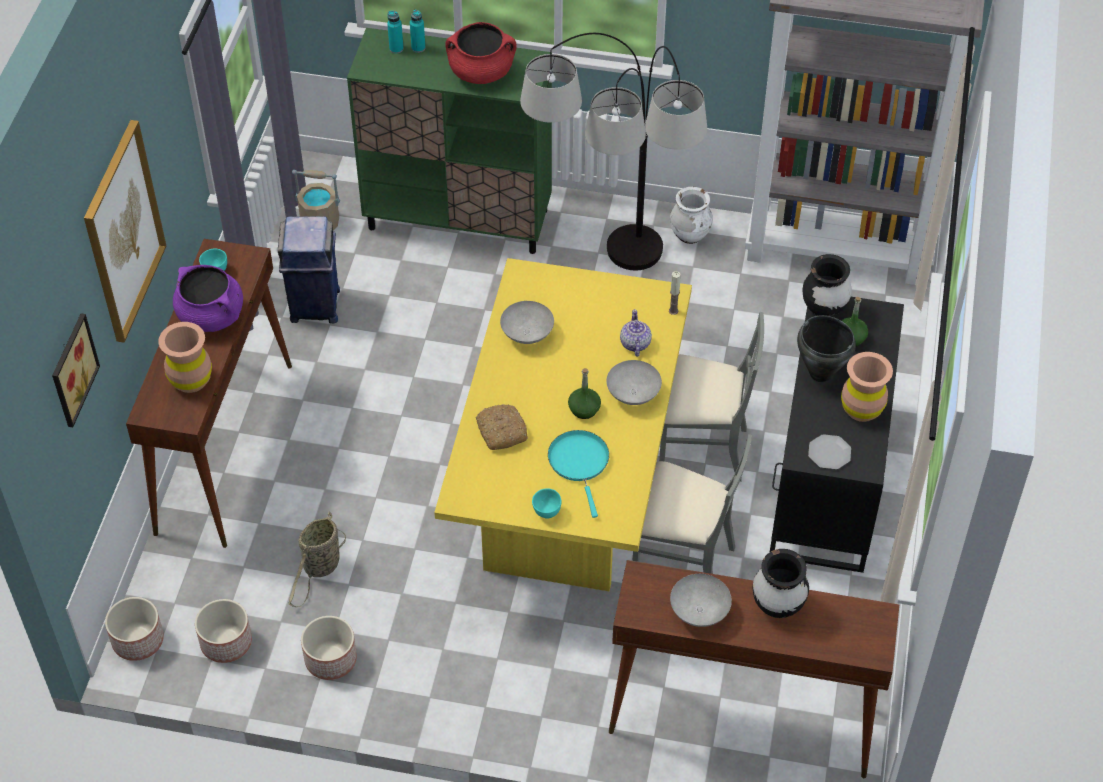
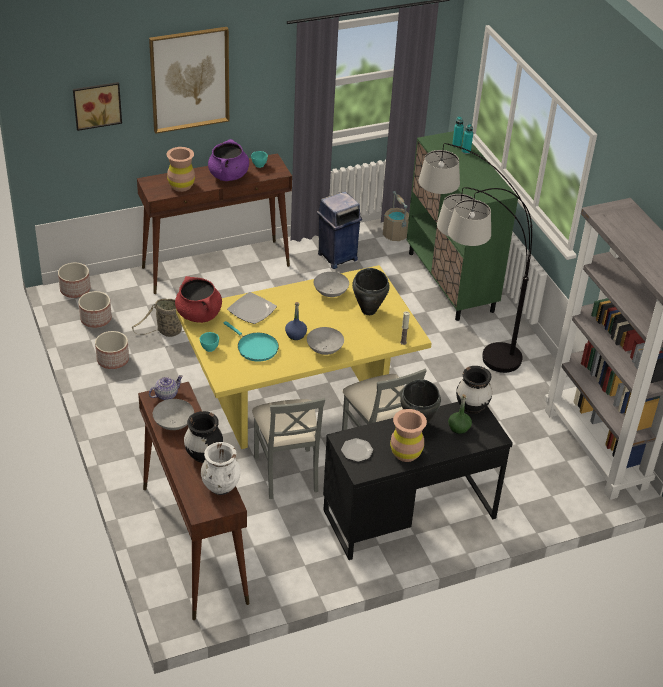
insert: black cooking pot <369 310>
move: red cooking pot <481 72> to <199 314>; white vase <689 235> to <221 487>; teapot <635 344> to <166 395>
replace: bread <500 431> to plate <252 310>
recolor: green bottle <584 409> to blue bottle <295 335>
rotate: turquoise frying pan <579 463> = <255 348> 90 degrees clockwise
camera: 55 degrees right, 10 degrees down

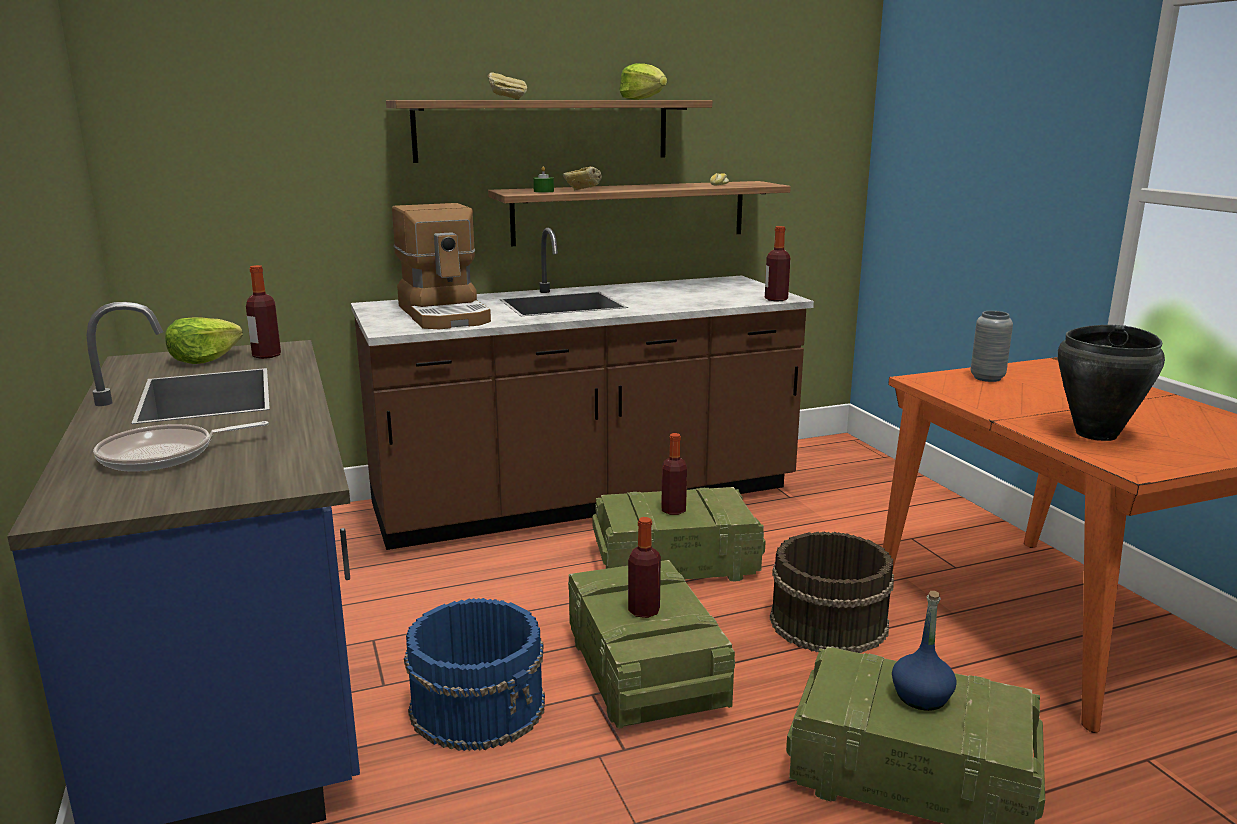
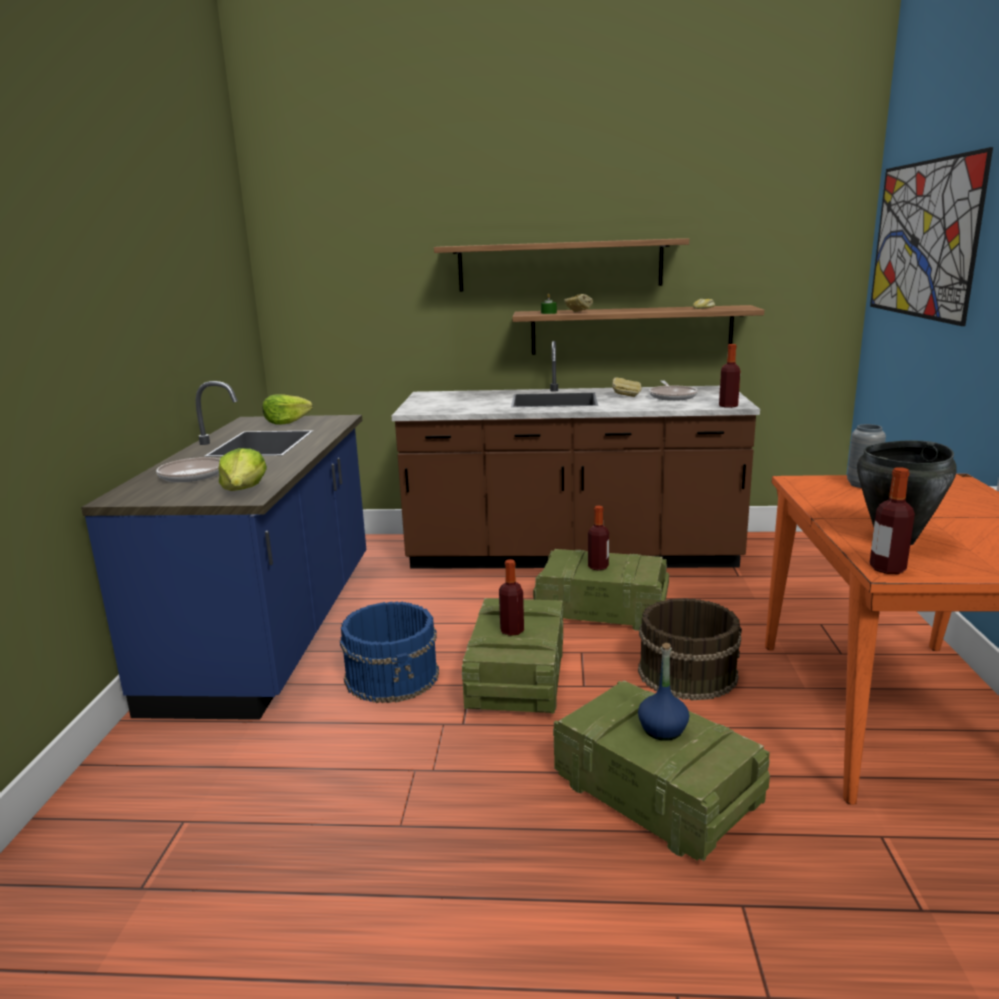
delete: coffee machine <445 314>
insert: picture <923 239>; frying pan <672 396>
move: lettuce <643 99> to <244 489>; bread <507 99> to <626 396>; bottle <266 355> to <887 569>
camera: 25 degrees right, 0 degrees up

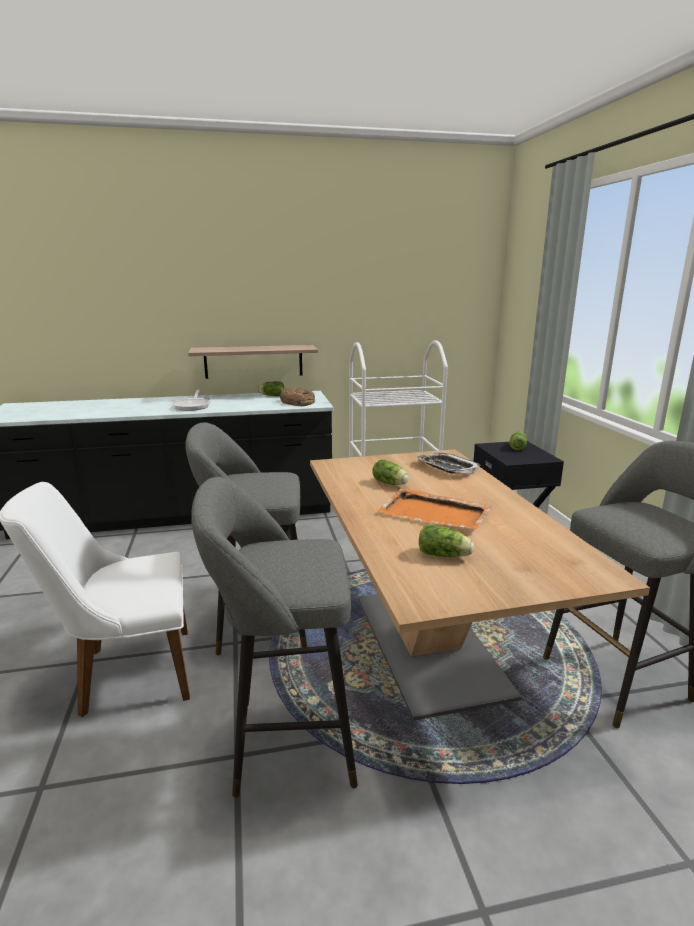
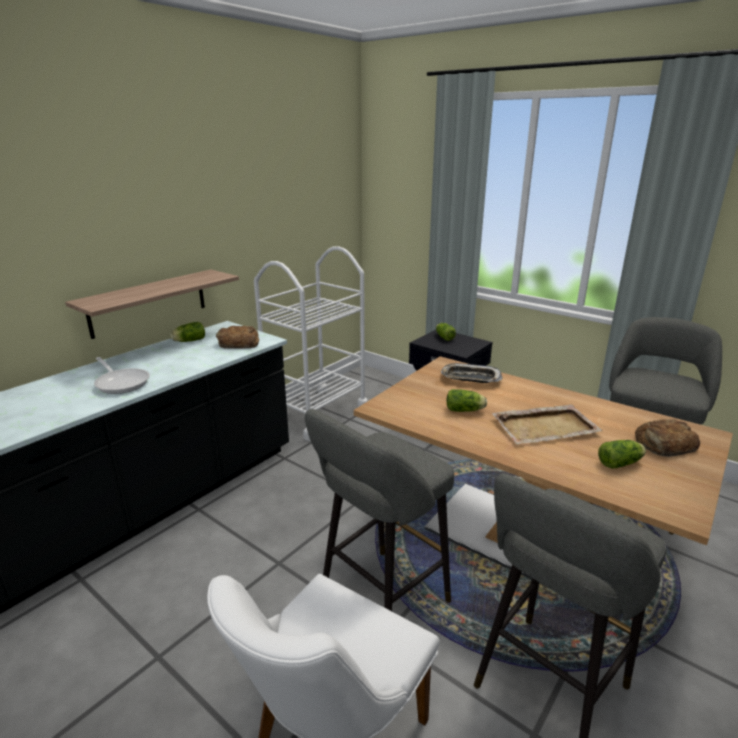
insert: bread <664 444>
recolor: orange tray <435 513> to beige tray <546 427>
camera: 40 degrees left, 5 degrees up

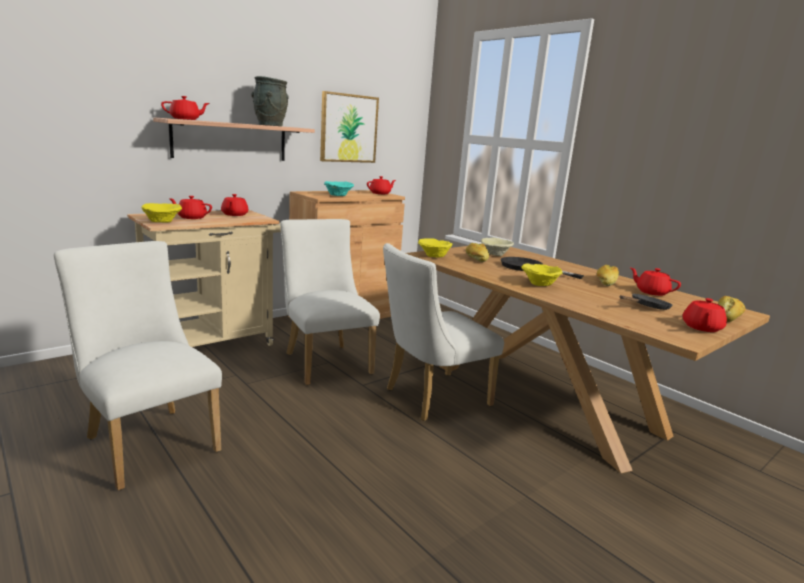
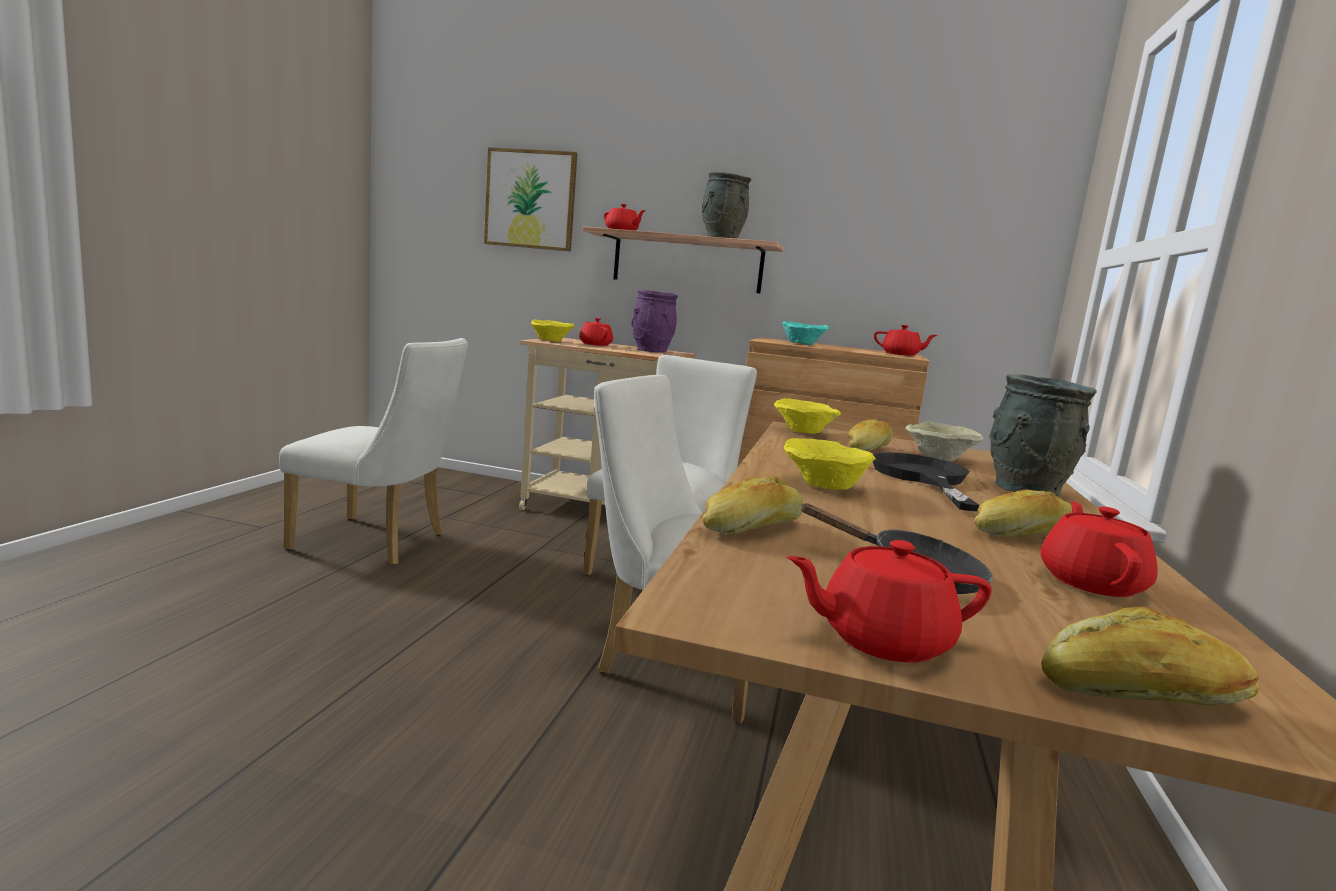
insert: grey vase <1024 489>; bread <752 527>
move: picture <348 128> to <530 200>
replace: red teapot <234 215> to purple vase <650 351>
rotate: white chair <148 441> = <379 543> 90 degrees clockwise
camera: 55 degrees right, 5 degrees down

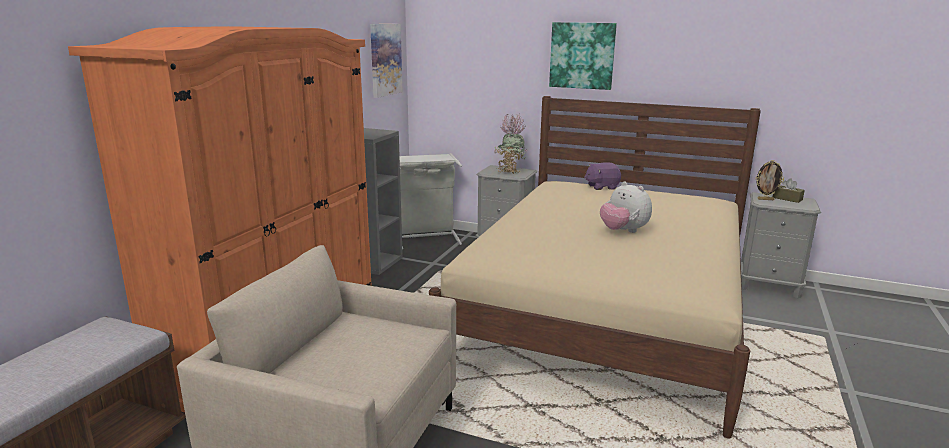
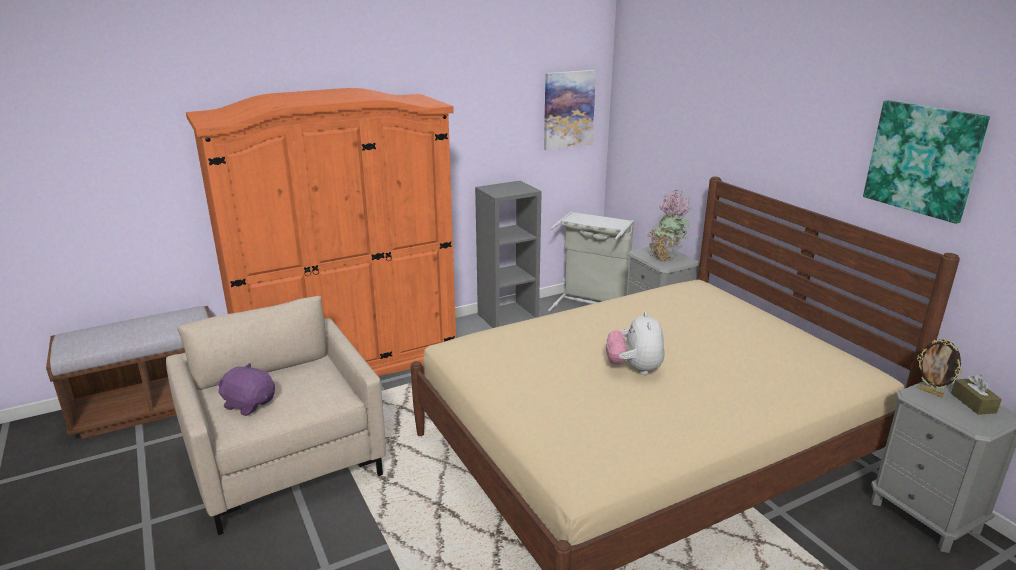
move: picture <582 55> to <923 159>; purple plush toy <601 187> to <249 404>
camera: 40 degrees right, 5 degrees up

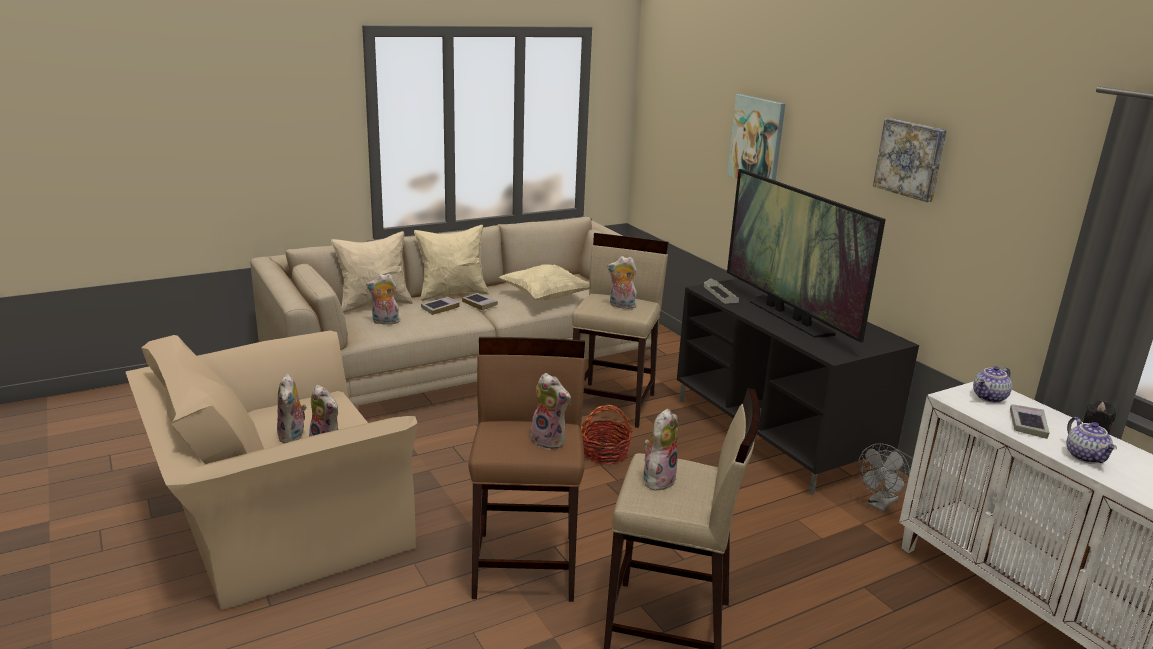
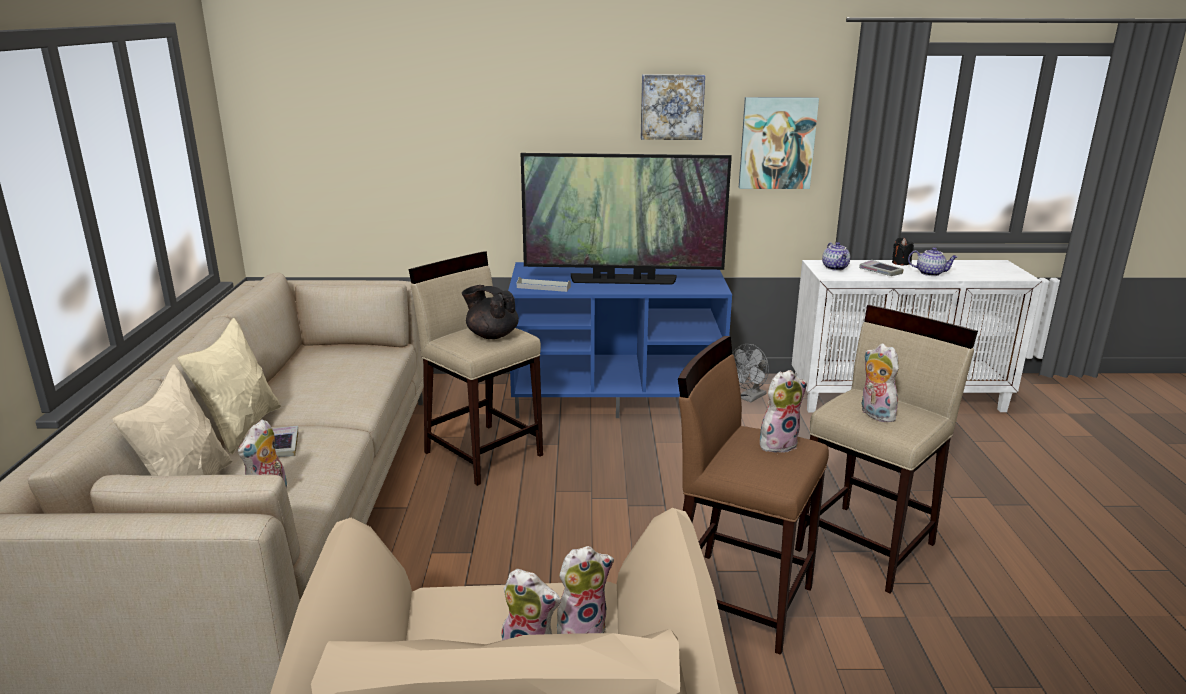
delete: beige pillow <545 297>; book <479 304>; basket <605 453>
move: picture <757 141> to <777 143>
replace: plush toy <621 306> to black teapot <492 335>
recolor: black tv stand <779 433> to blue tv stand <617 396>
rotate: grey fan <879 504> = <749 398> 60 degrees clockwise
camera: 60 degrees left, 0 degrees up

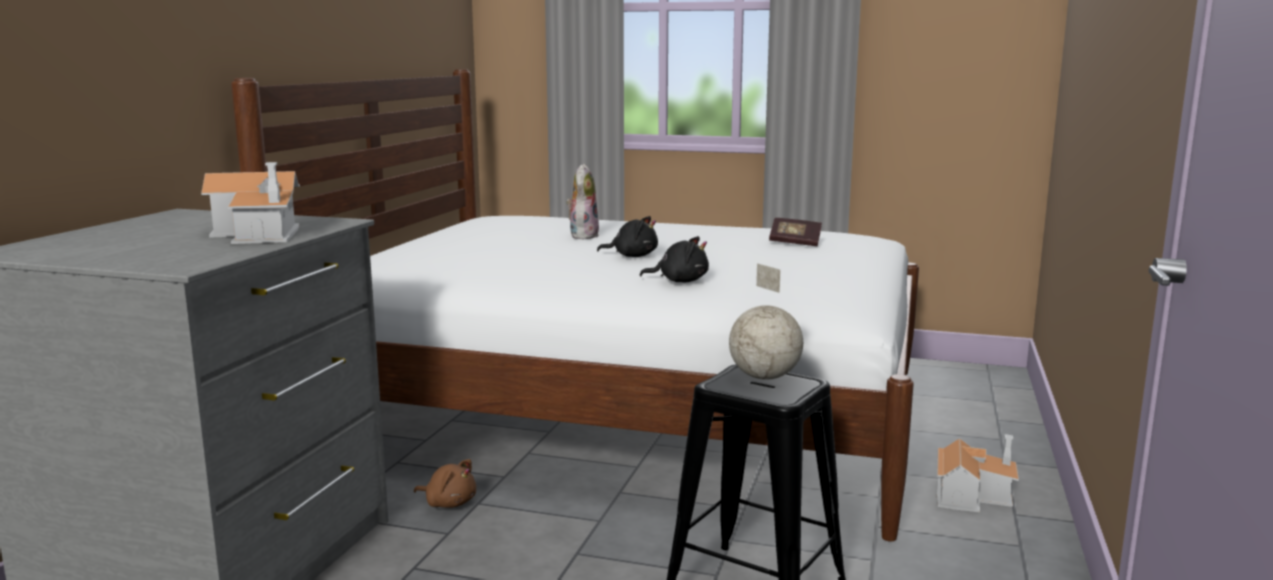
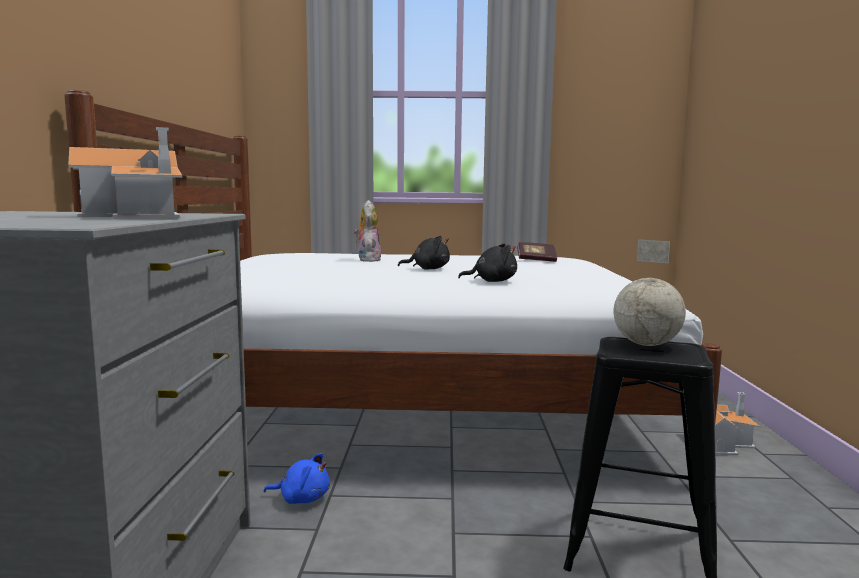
recolor: brown plush toy <449 503> to blue plush toy <302 498>
camera: 15 degrees left, 5 degrees down

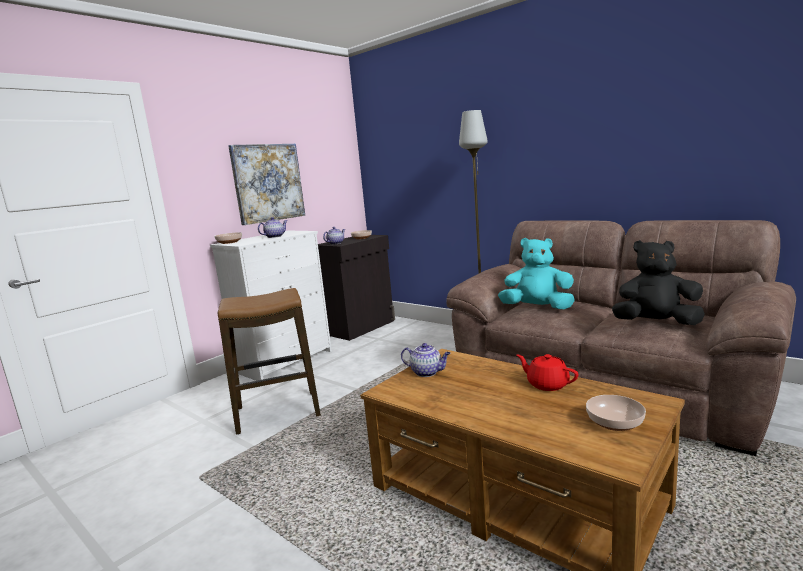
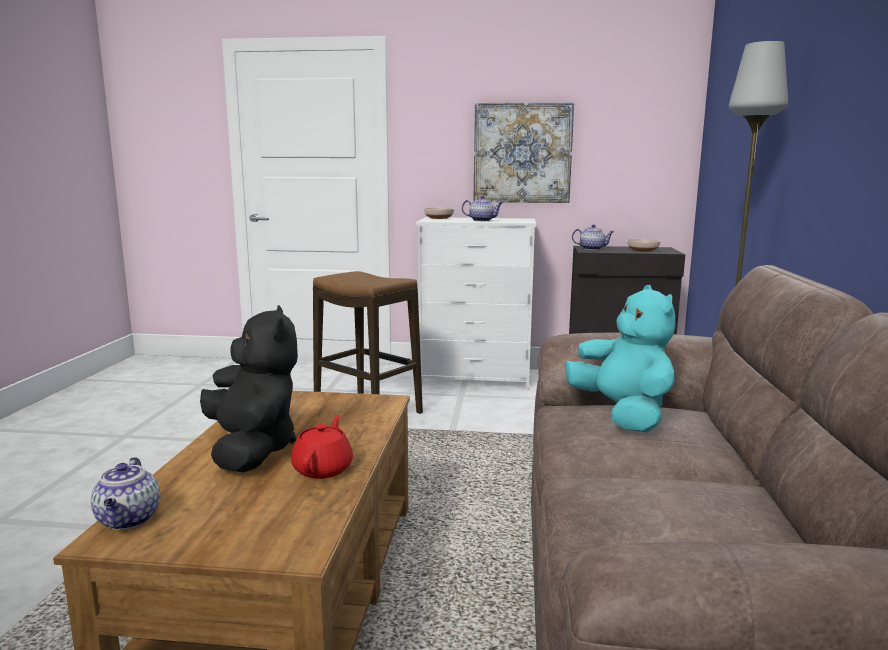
delete: bowl <615 423>
move: black plush toy <656 323> to <252 449>; teapot <427 372> to <129 520>
camera: 55 degrees right, 0 degrees up

